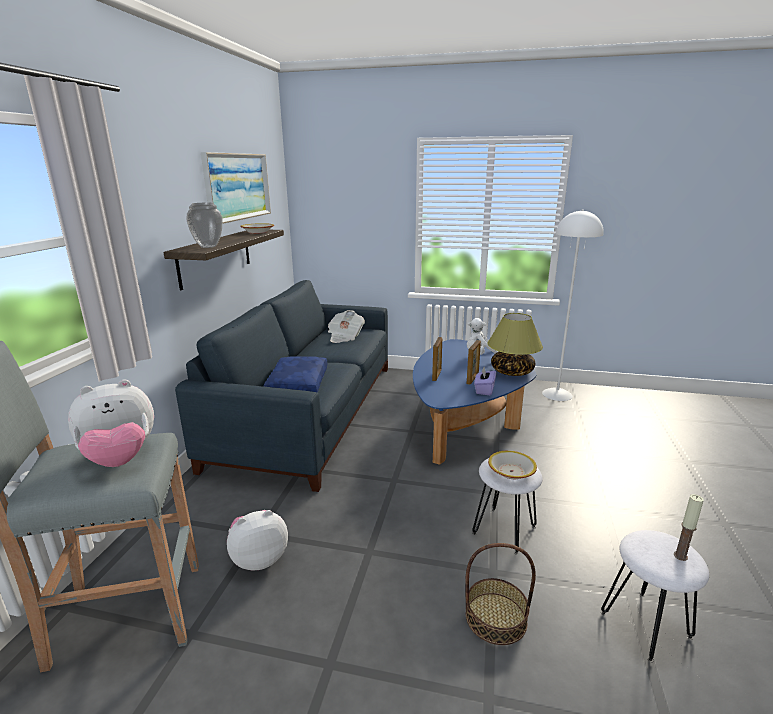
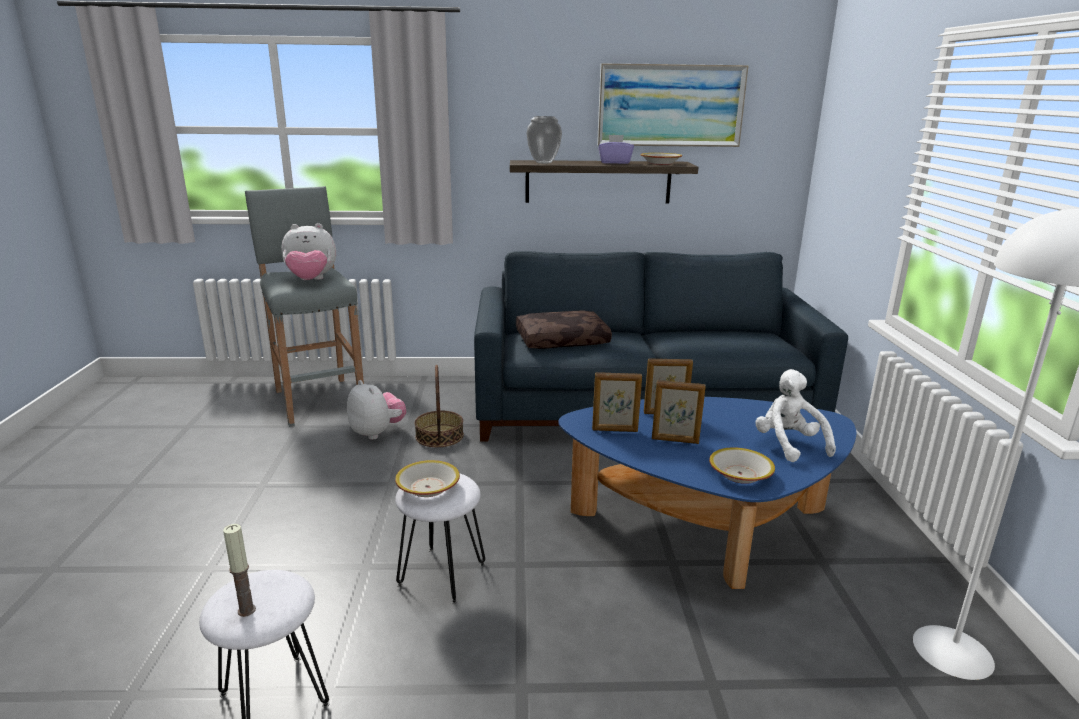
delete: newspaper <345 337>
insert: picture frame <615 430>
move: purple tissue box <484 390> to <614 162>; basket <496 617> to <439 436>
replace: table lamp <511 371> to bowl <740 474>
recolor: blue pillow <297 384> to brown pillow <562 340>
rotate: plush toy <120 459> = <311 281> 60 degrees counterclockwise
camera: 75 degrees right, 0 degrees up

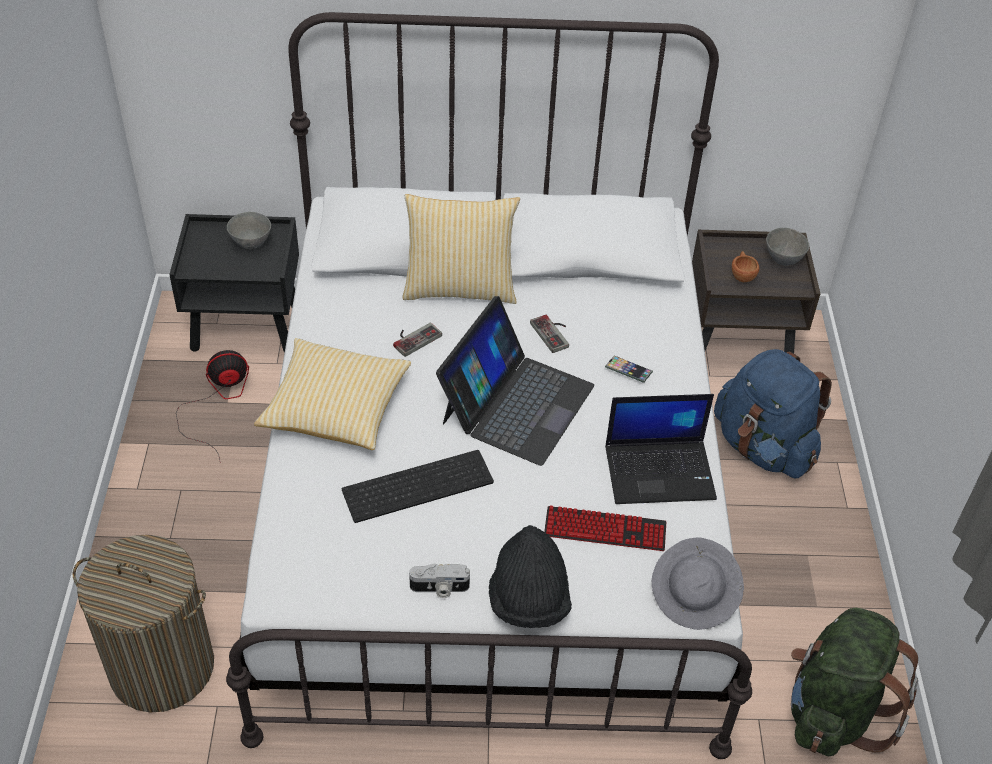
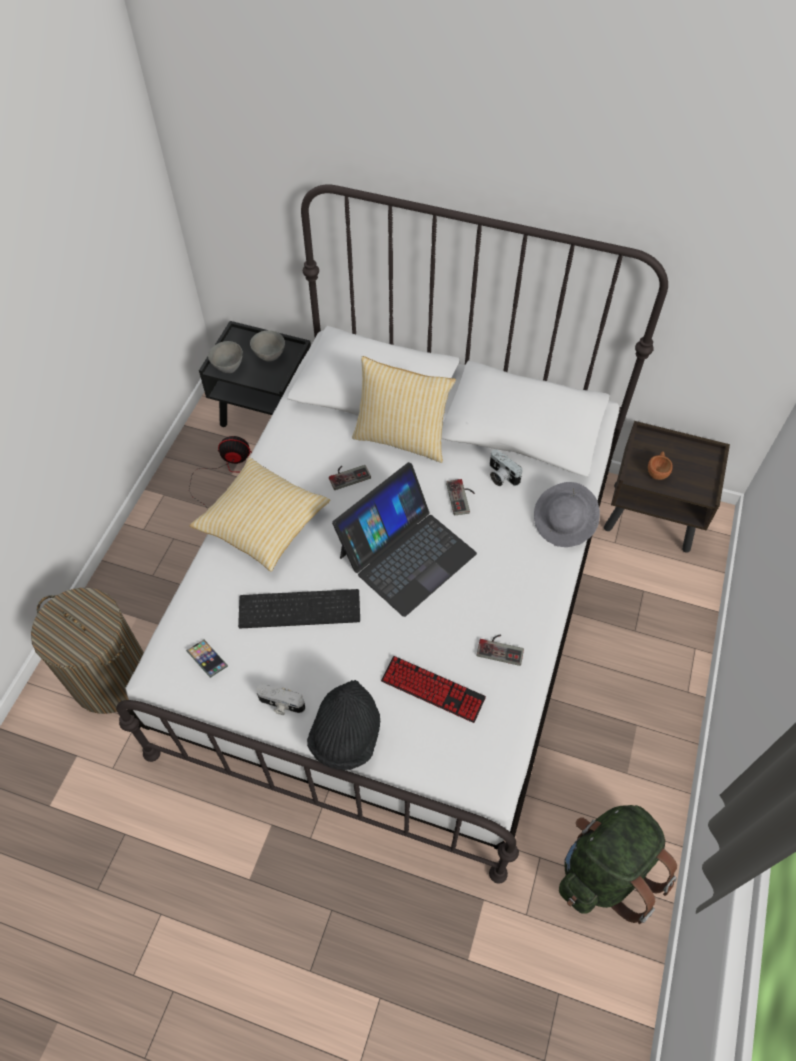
delete: blue backpack <763 447>
insert: photo camera <500 476>
move: grey bowl <782 260> to <228 367>; phone <628 371> to <207 659>; grey hat <695 596> to <564 524>
replace: laptop <660 471> to game controller <501 648>
camera: 20 degrees right, 10 degrees up

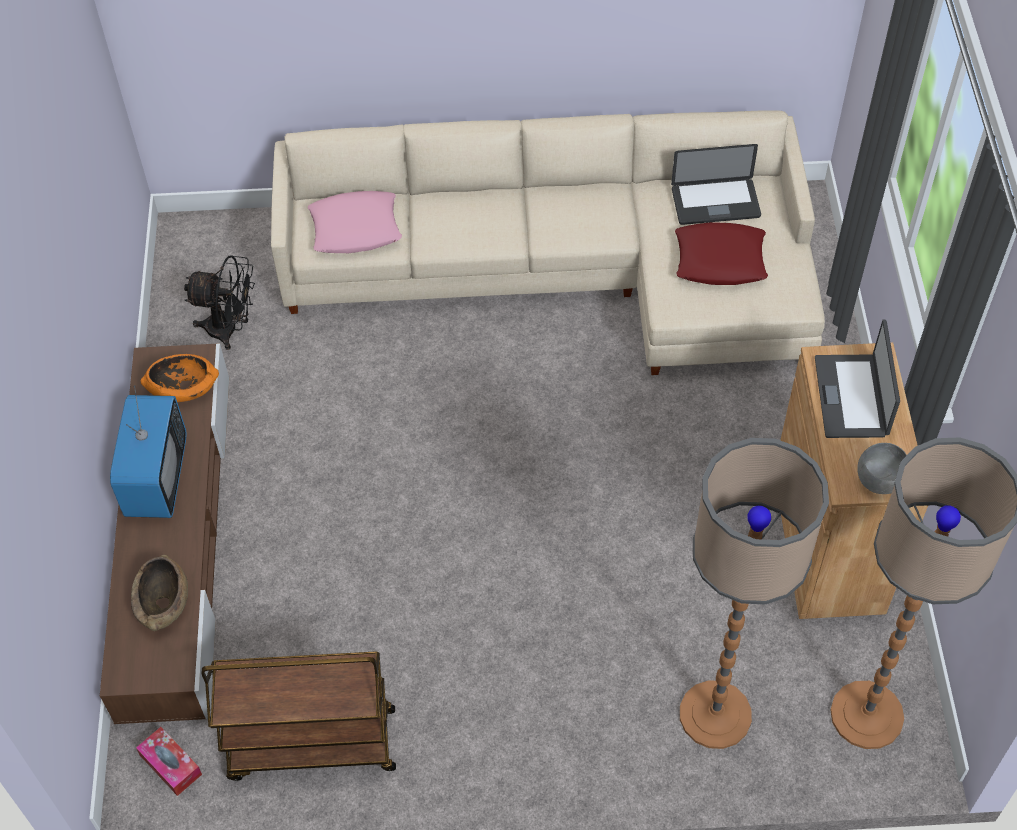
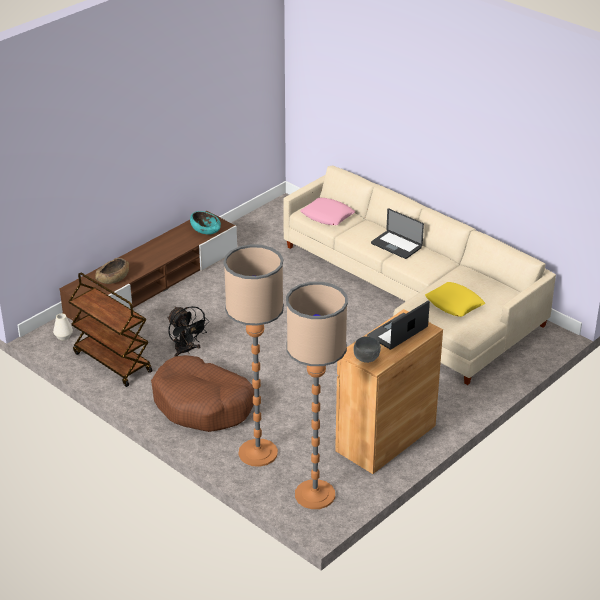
delete: television <156 478>
insert: brown dog bed <203 404>
move: laptop <715 203> to <396 246>; black fan <230 329> to <186 351>
replace: tissue box <171 765> to white vase <63 336>
recolor: red pillow <720 260> to yellow pillow <454 304>; orange bowl <183 387> to turquoise bowl <205 230>
camera: 45 degrees right, 20 degrees down

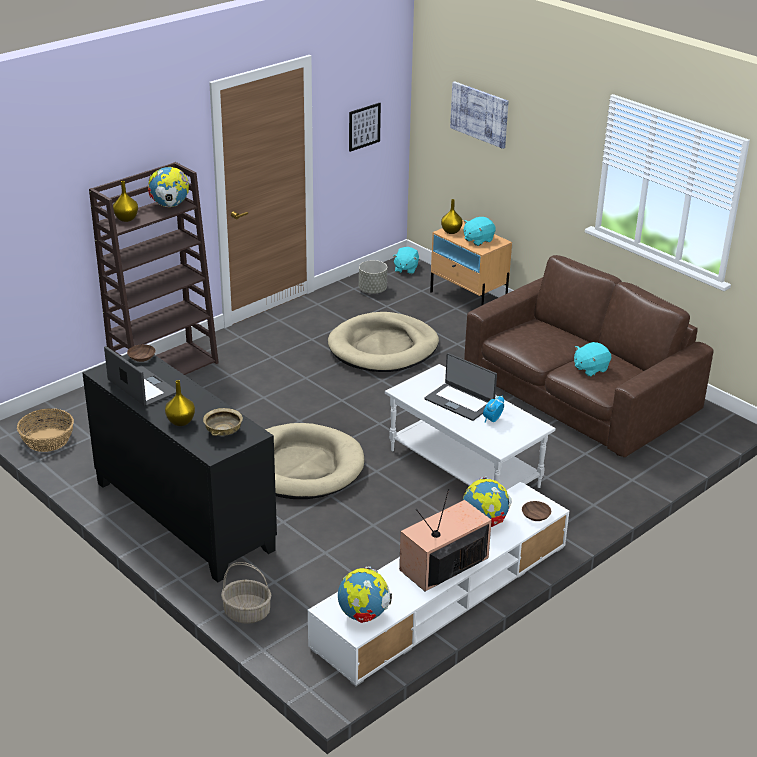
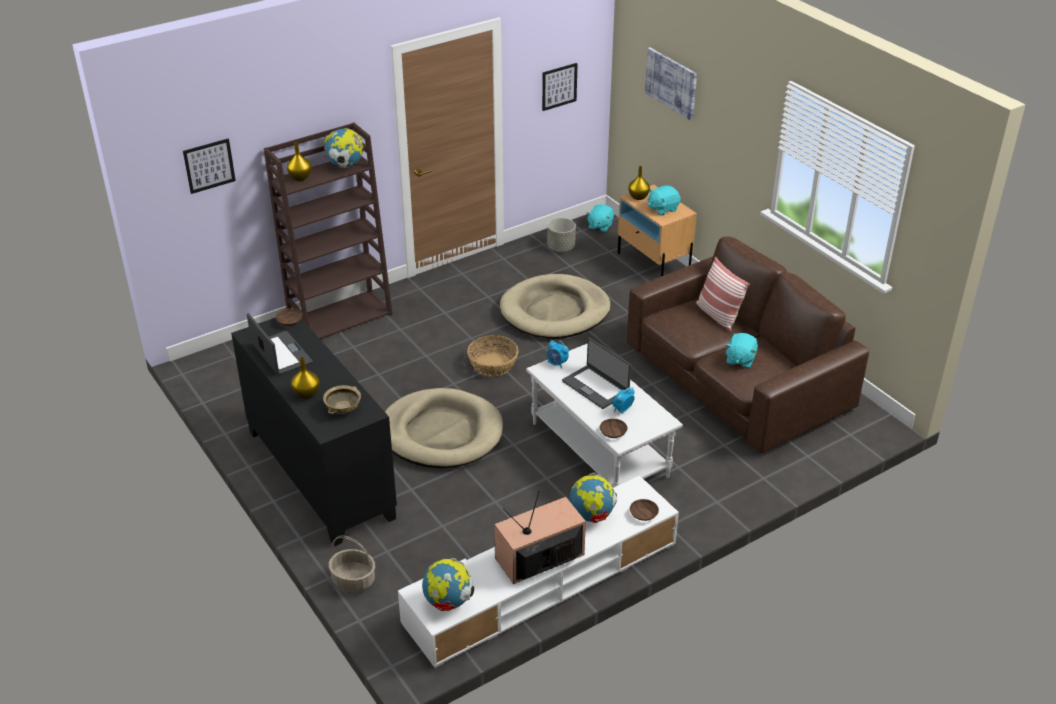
insert: picture <209 165>; pillow <718 315>; alarm clock <557 364>; brown bowl <613 433>
move: basket <47 440> to <492 364>
rotate: turquoise plush toy <590 369> = <740 360> 45 degrees counterclockwise
camera: 10 degrees right, 5 degrees up

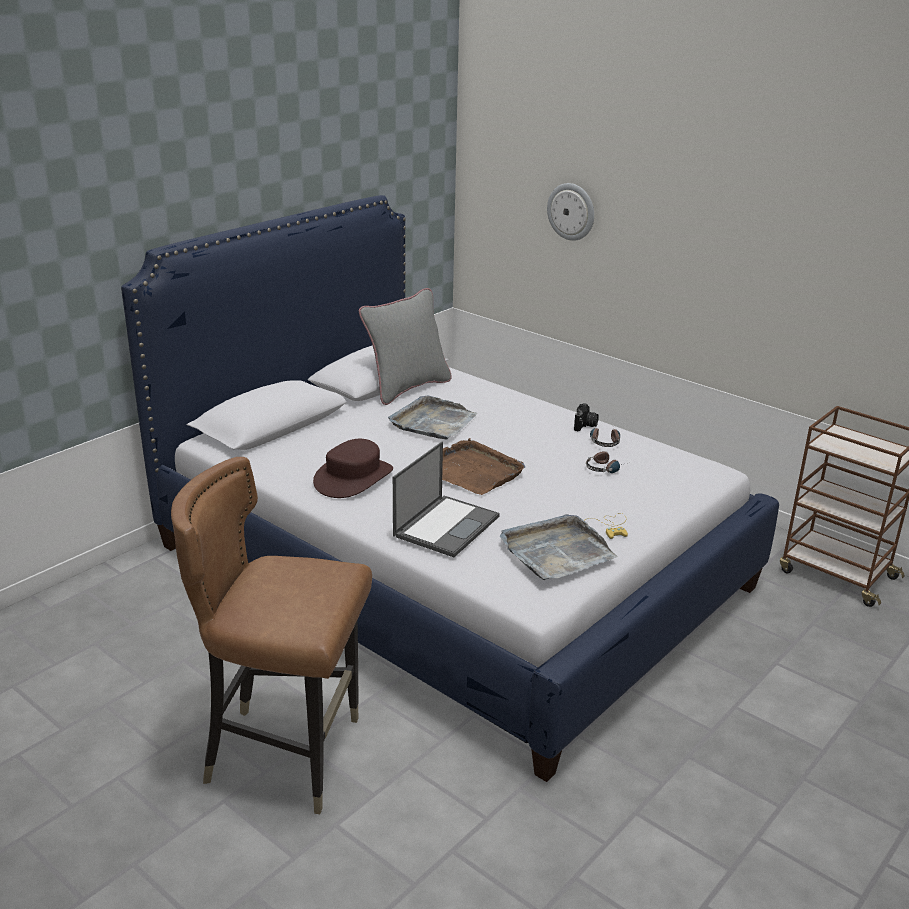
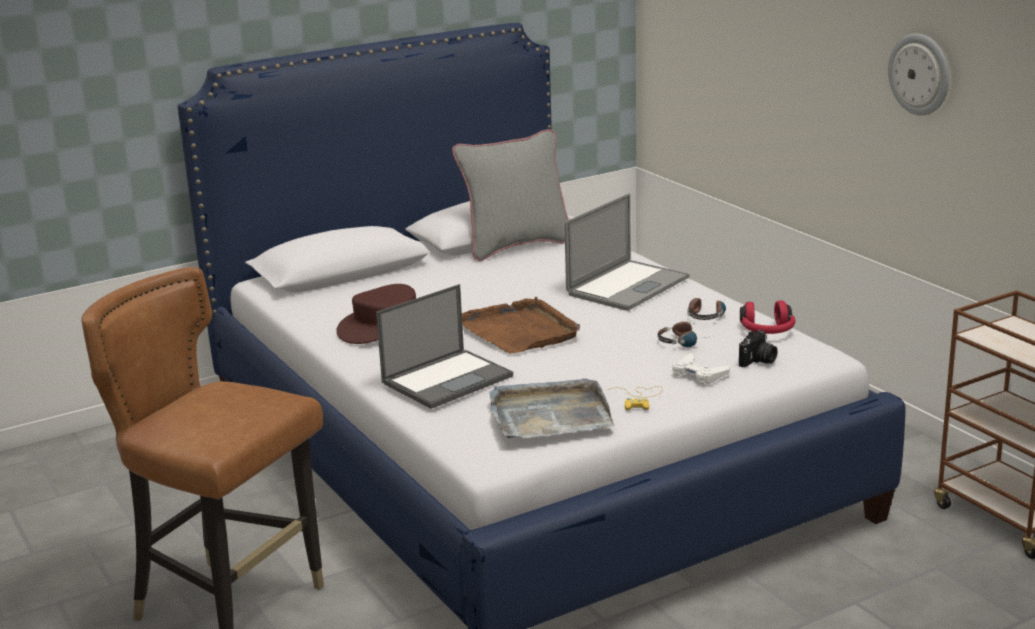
delete: grey tray <433 422>
insert: laptop <628 286>; red headphones <767 332>; white game controller <698 375>
move: wall clock <571 211> to <920 74>; photo camera <585 425> to <758 361>
camera: 20 degrees right, 5 degrees down

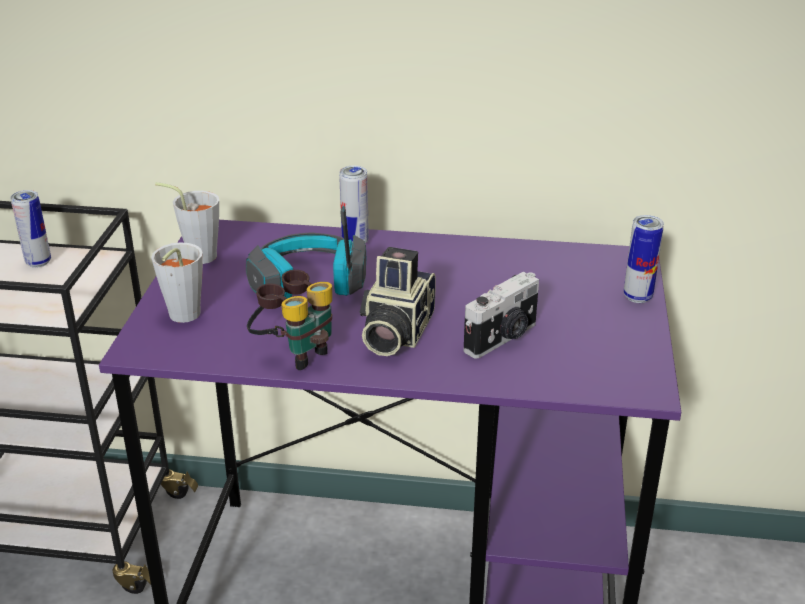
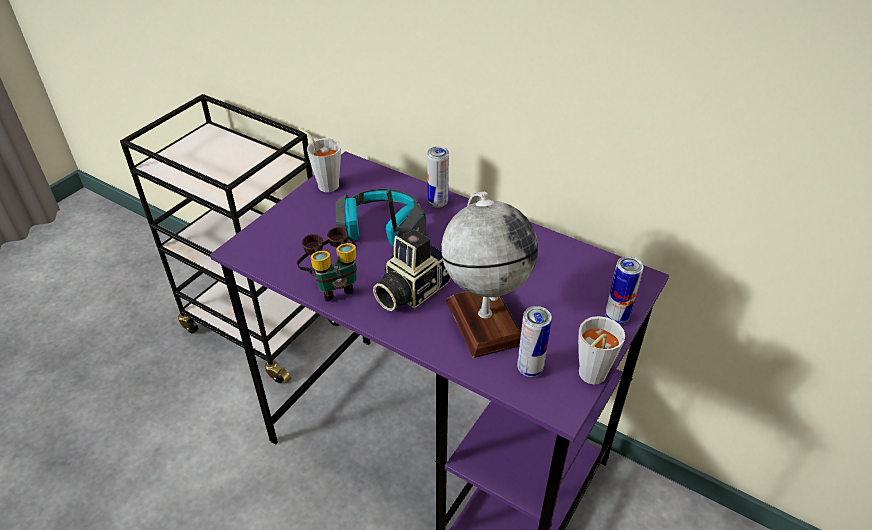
move: can <38 262> to <530 368>; grey cup <181 318> to <588 377>
replace: photo camera <503 338> to globe <484 321>
camera: 25 degrees right, 10 degrees up

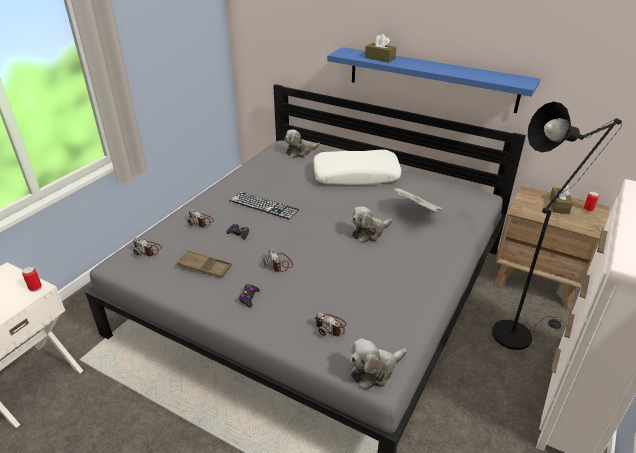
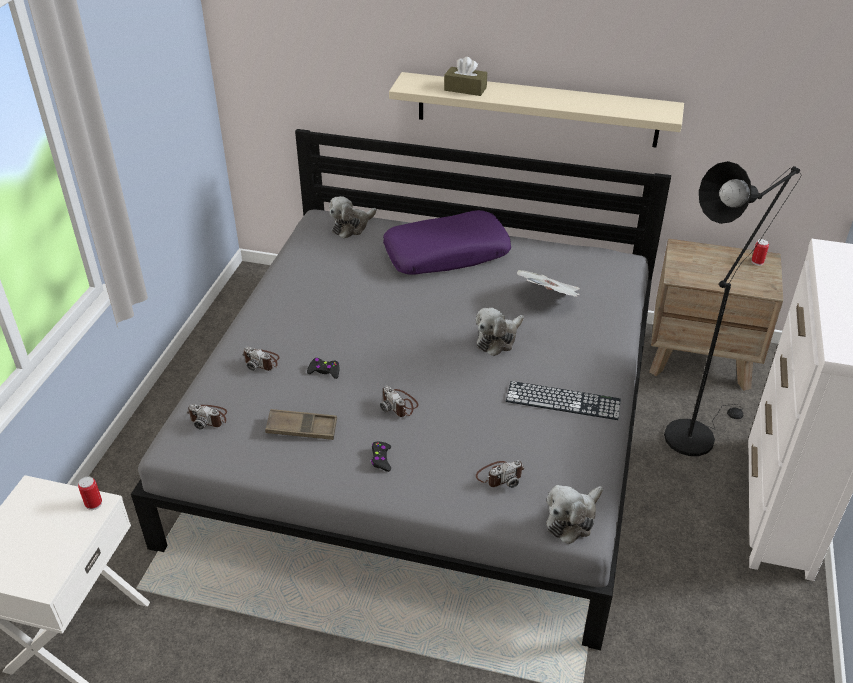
delete: brown tissue box <559 205>
move: keyboard <264 205> to <563 400>
recolor: blue shelf <431 79> to beige shelf <536 109>; white pillow <356 175> to purple pillow <446 254>
rotate: photo camera <330 326> = <499 476> 45 degrees counterclockwise
camera: 15 degrees left, 5 degrees up

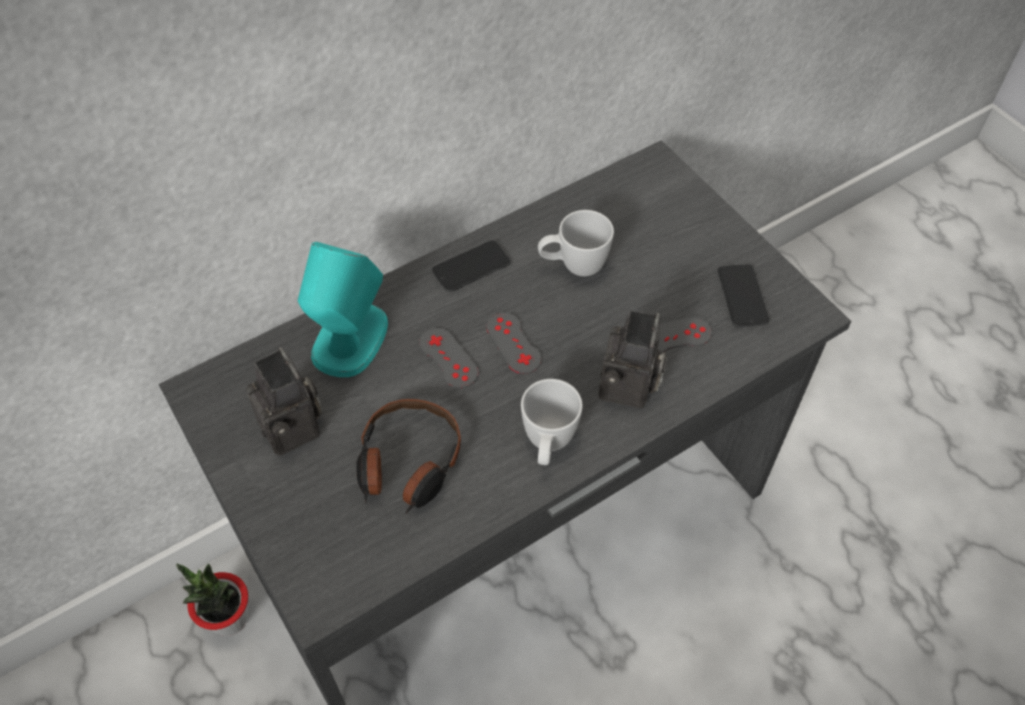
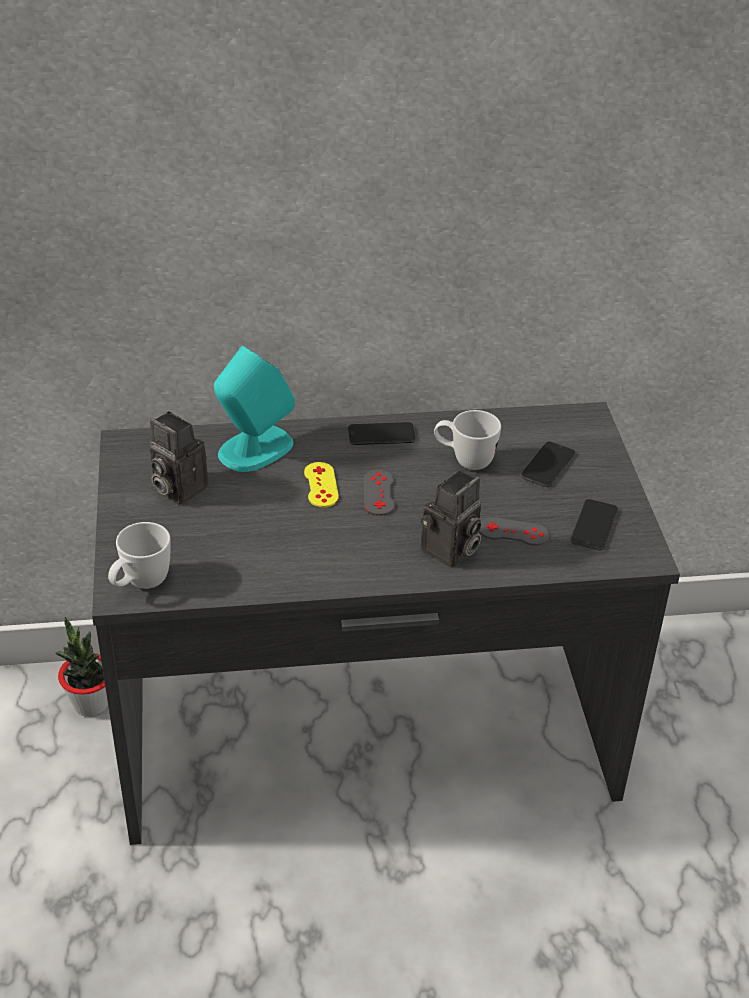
delete: headphones <408 464>
insert: phone <548 465>
move: white mug <548 445> to <140 585>
recolor: grey game controller <448 358> to yellow game controller <321 485>
rotate: photo camera <295 429> = <176 489> 135 degrees clockwise
camera: 25 degrees right, 15 degrees down

